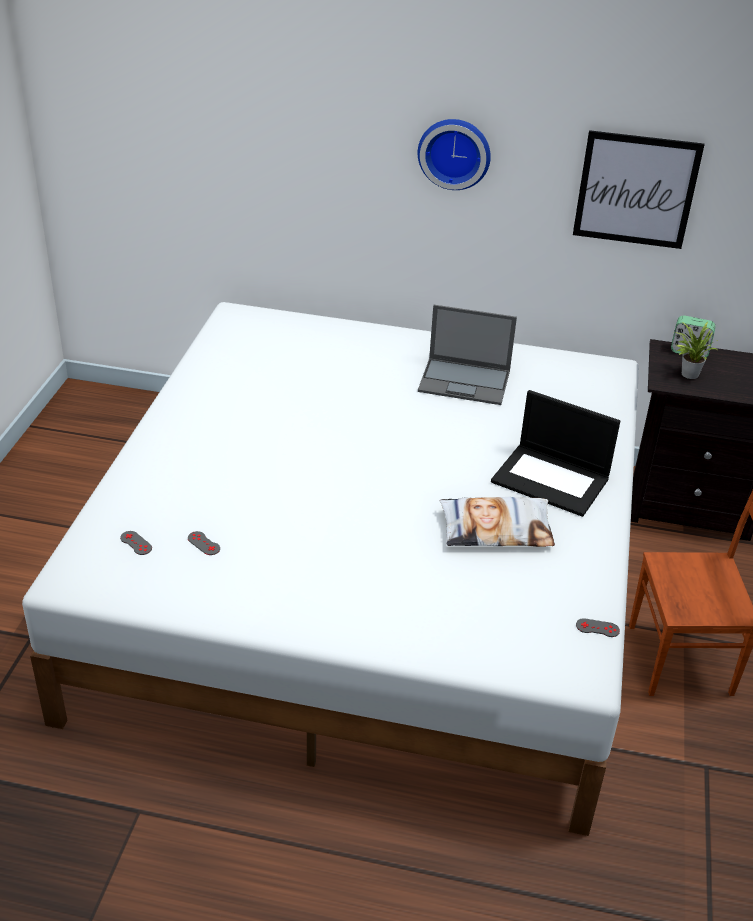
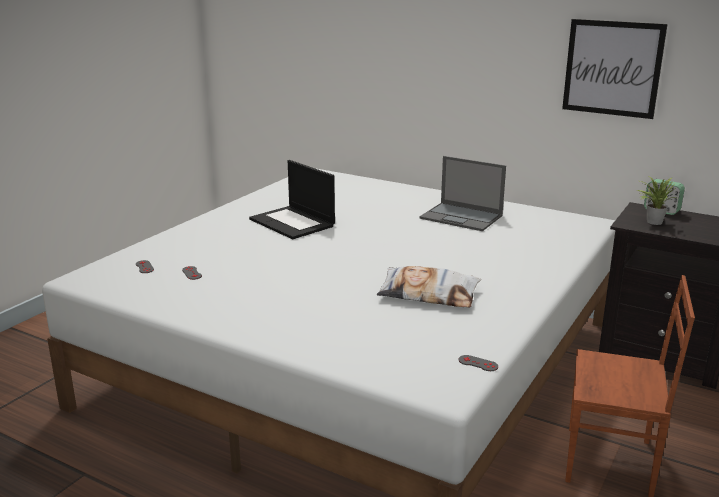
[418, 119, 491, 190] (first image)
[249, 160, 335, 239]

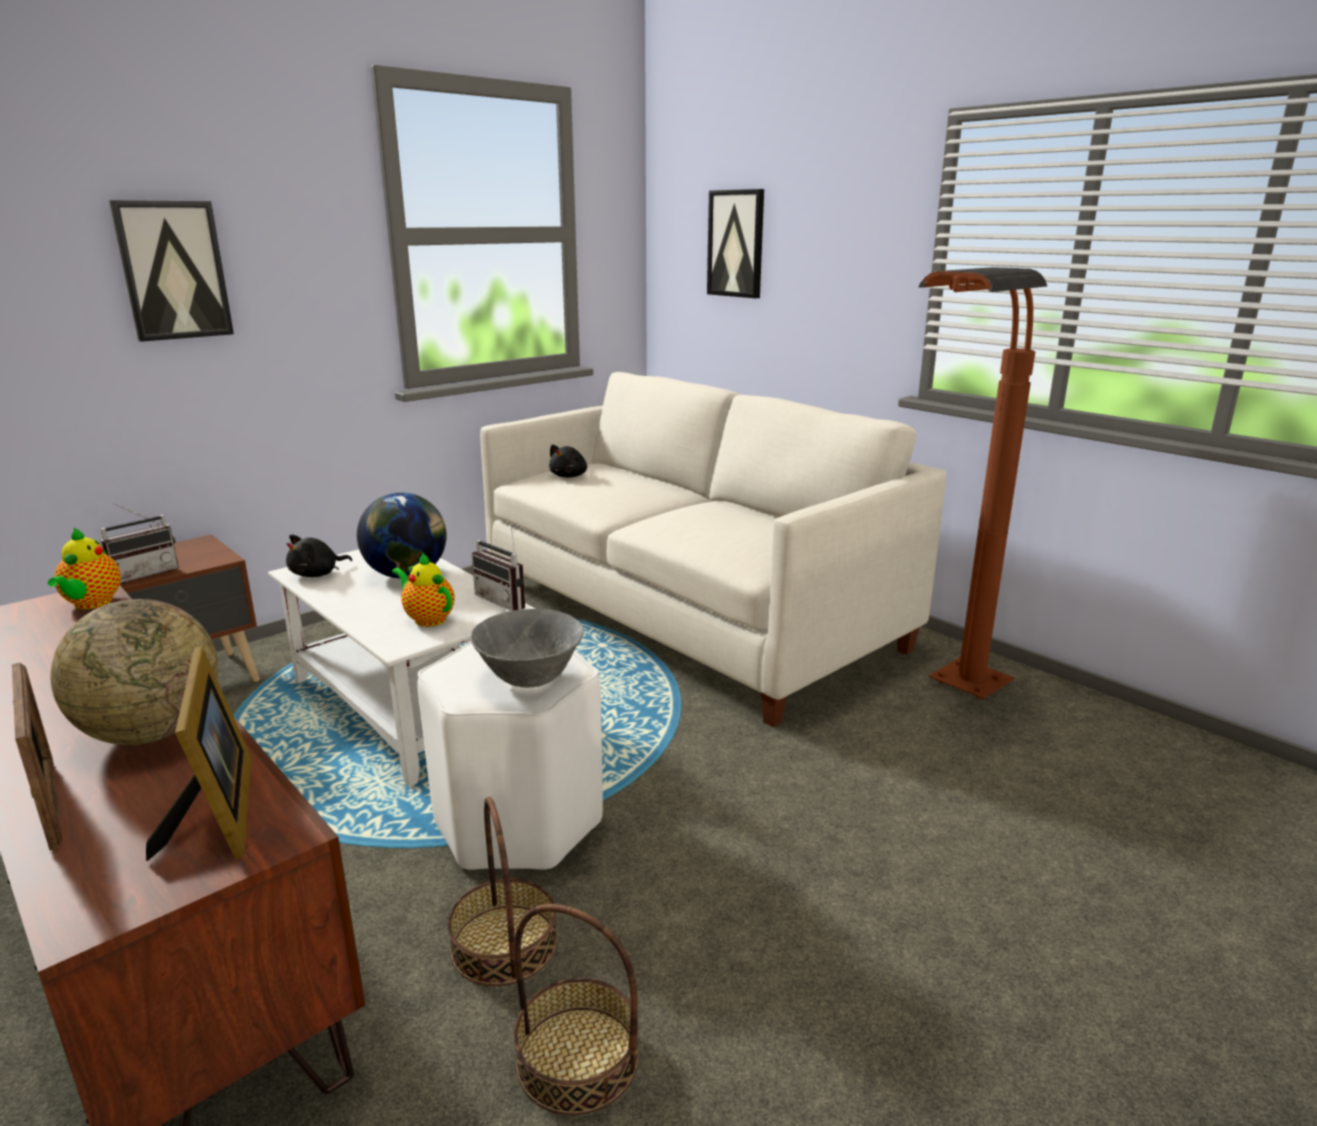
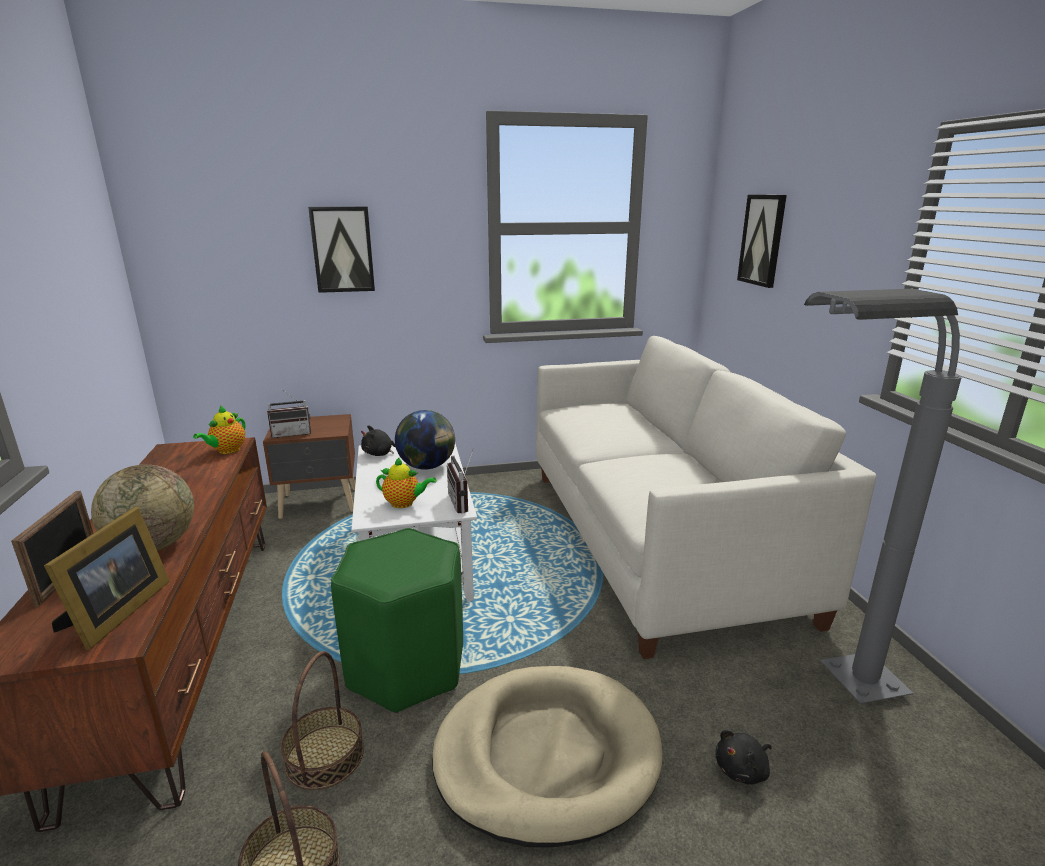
[470, 609, 584, 688] (first image)
[432, 666, 662, 847]
[715, 730, 772, 785]
[331, 528, 463, 713]
[804, 289, 962, 704]
[376, 457, 437, 508]

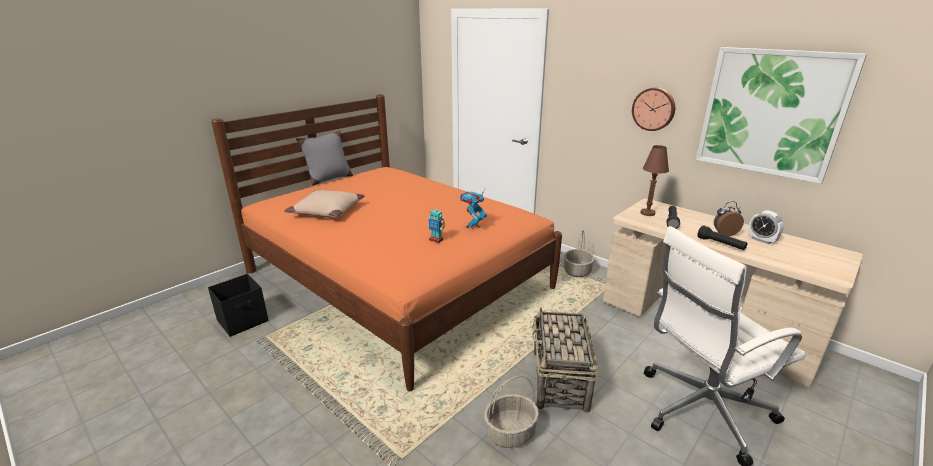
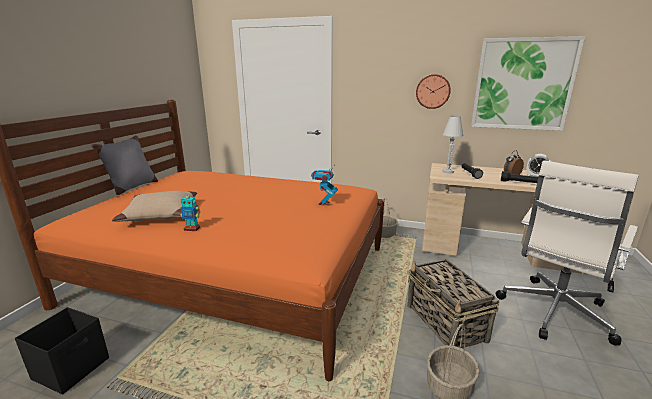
[180, 193, 201, 231]
[443, 116, 463, 173]

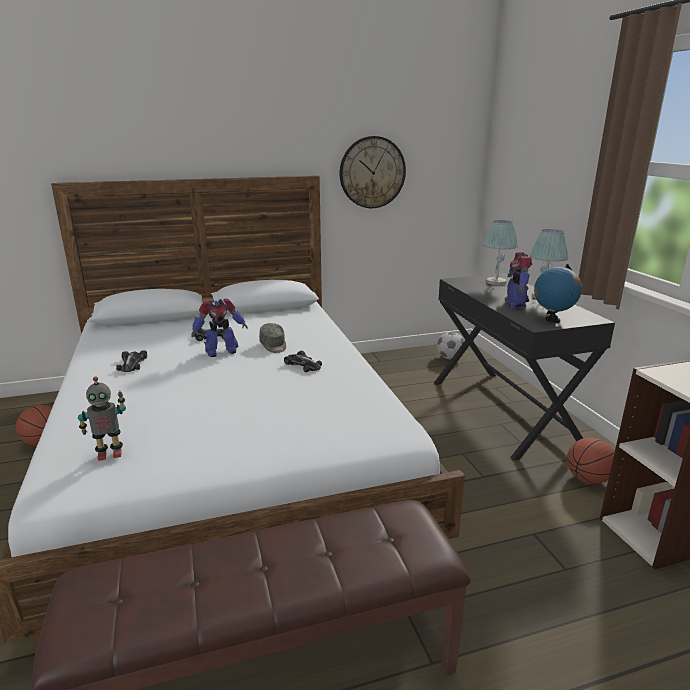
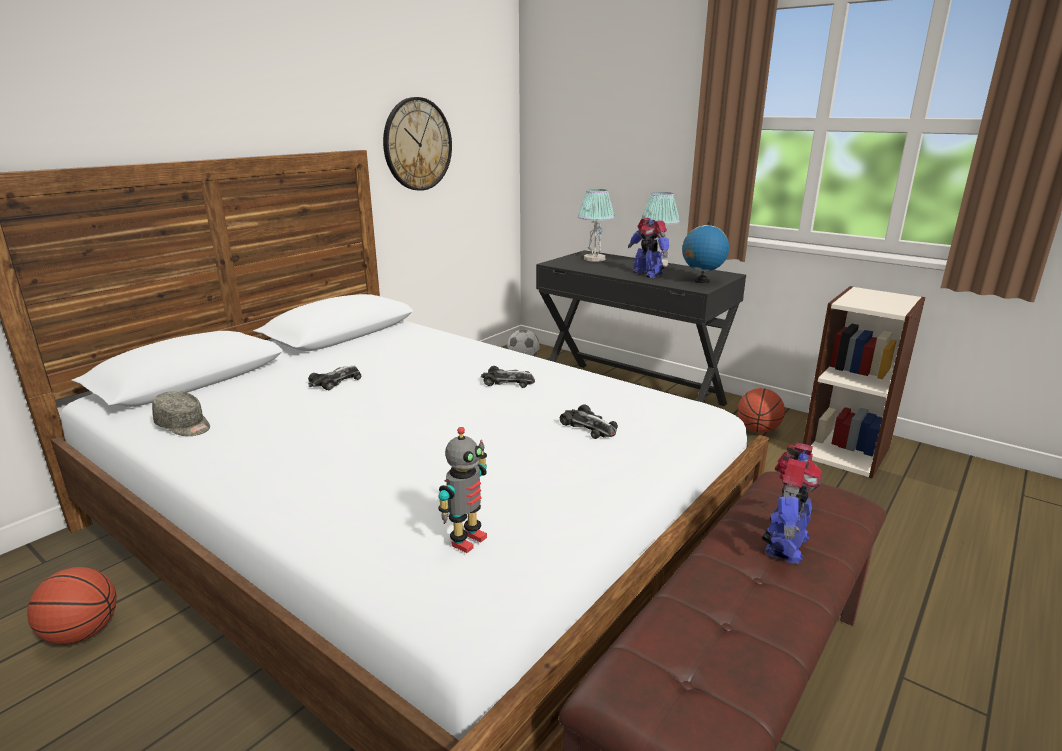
[560, 404, 618, 439]
[762, 443, 822, 564]
[152, 391, 210, 436]

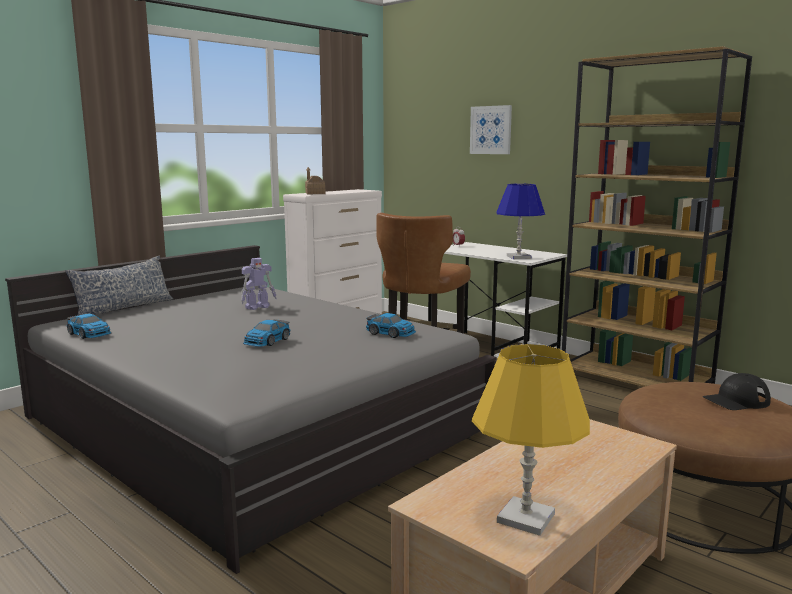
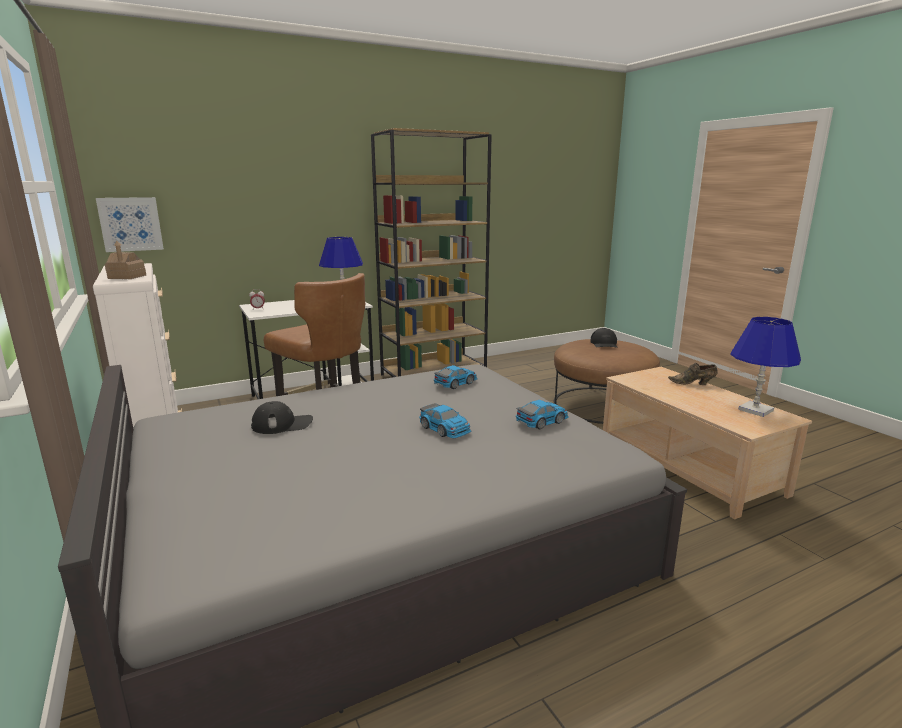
[65, 256, 173, 315] (first image)
[668, 363, 718, 385]
[516, 400, 569, 429]
[96, 197, 164, 252]
[251, 401, 313, 434]
[730, 317, 801, 417]

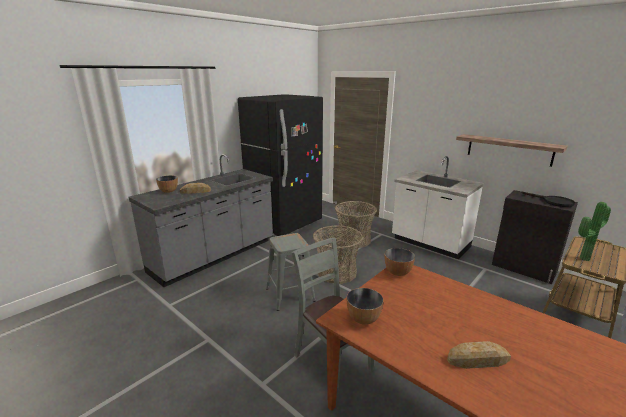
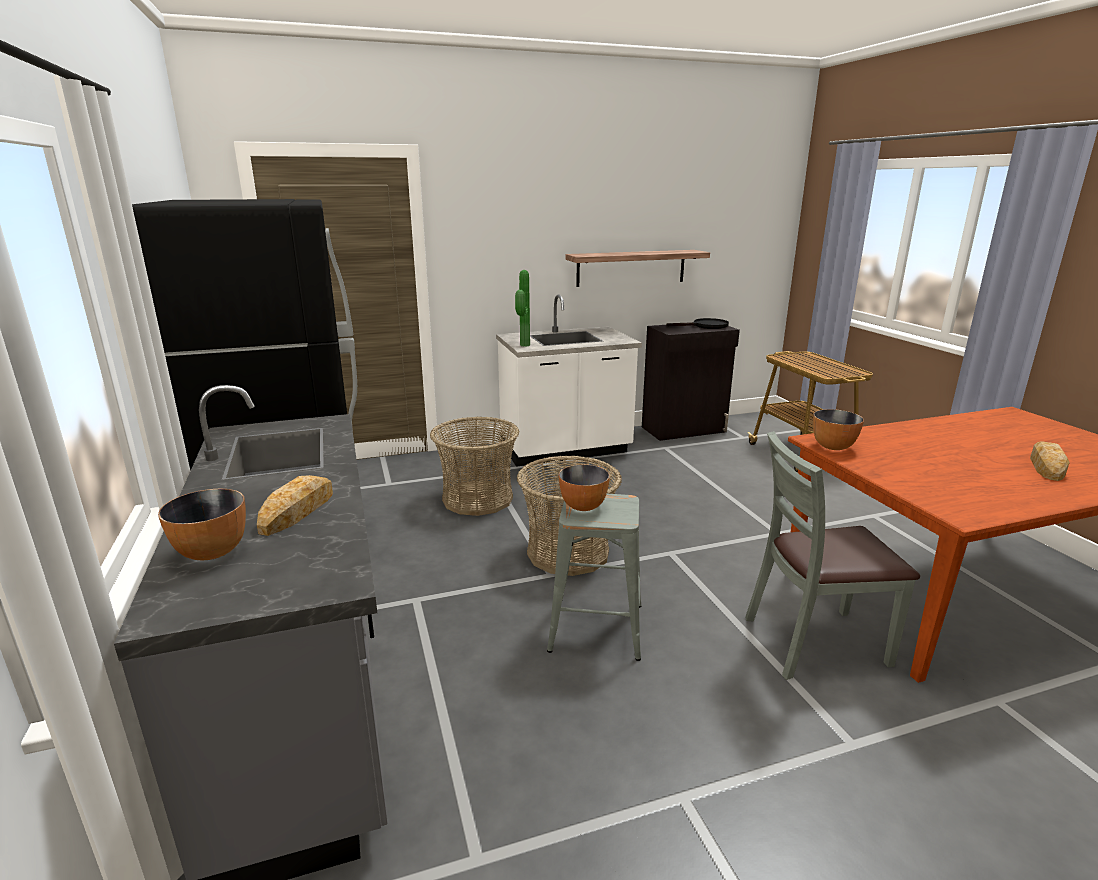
[559, 465, 610, 511]
[515, 270, 530, 346]

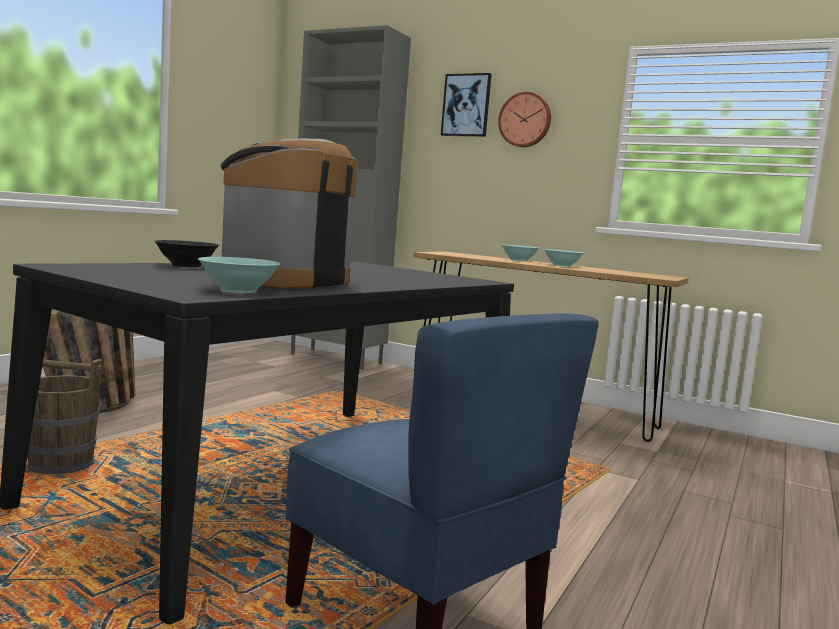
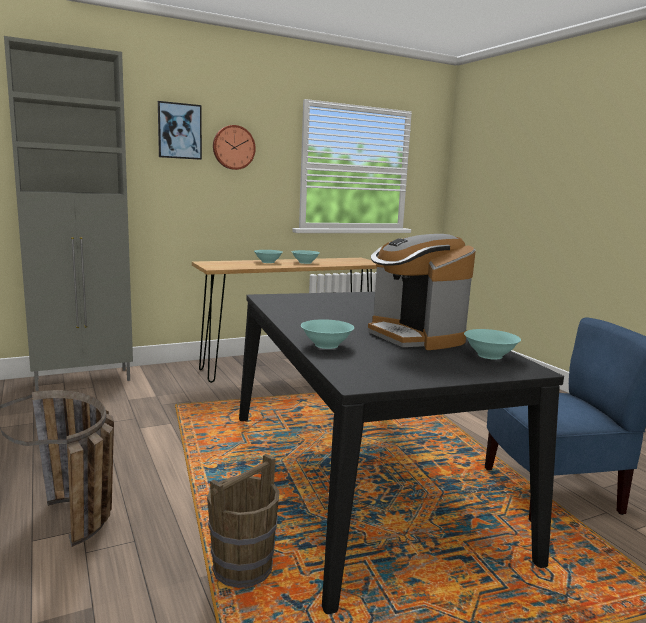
[301, 319, 354, 349]

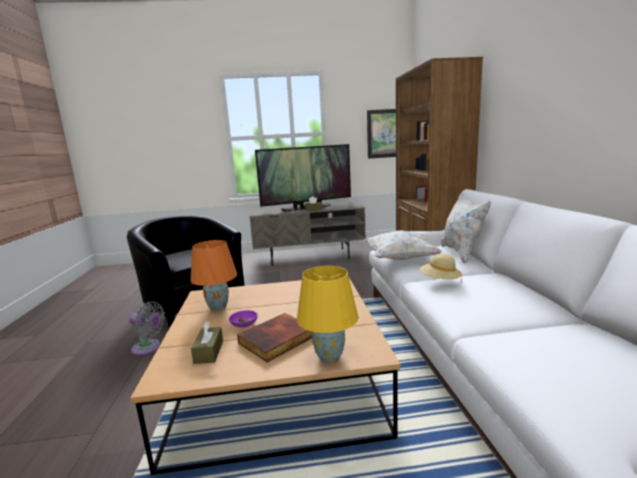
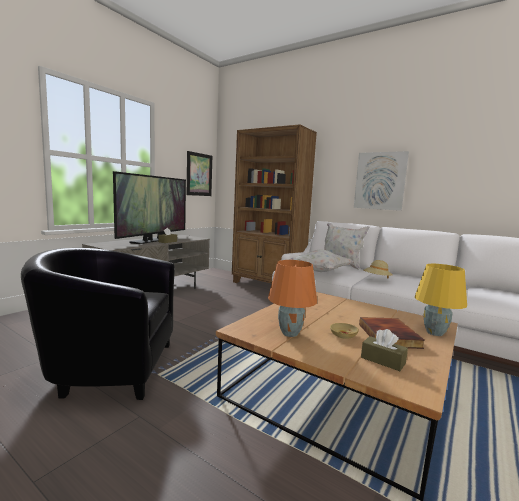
[129, 301, 166, 355] (first image)
[354, 151, 409, 211]
[330, 323, 359, 339]

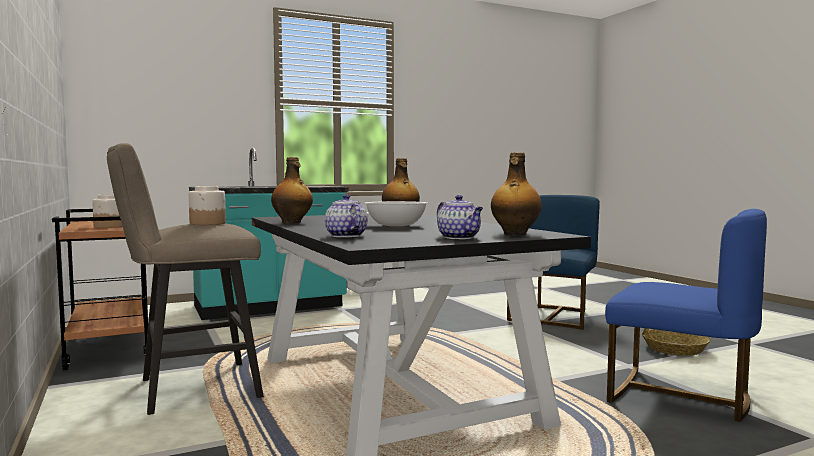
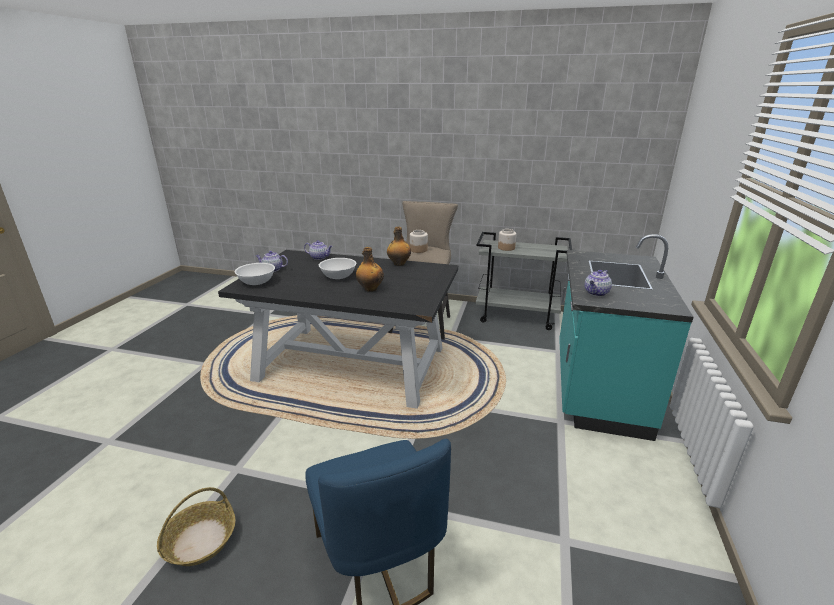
[605, 209, 767, 422] (first image)
[585, 270, 612, 296]
[234, 263, 275, 285]
[476, 232, 572, 330]

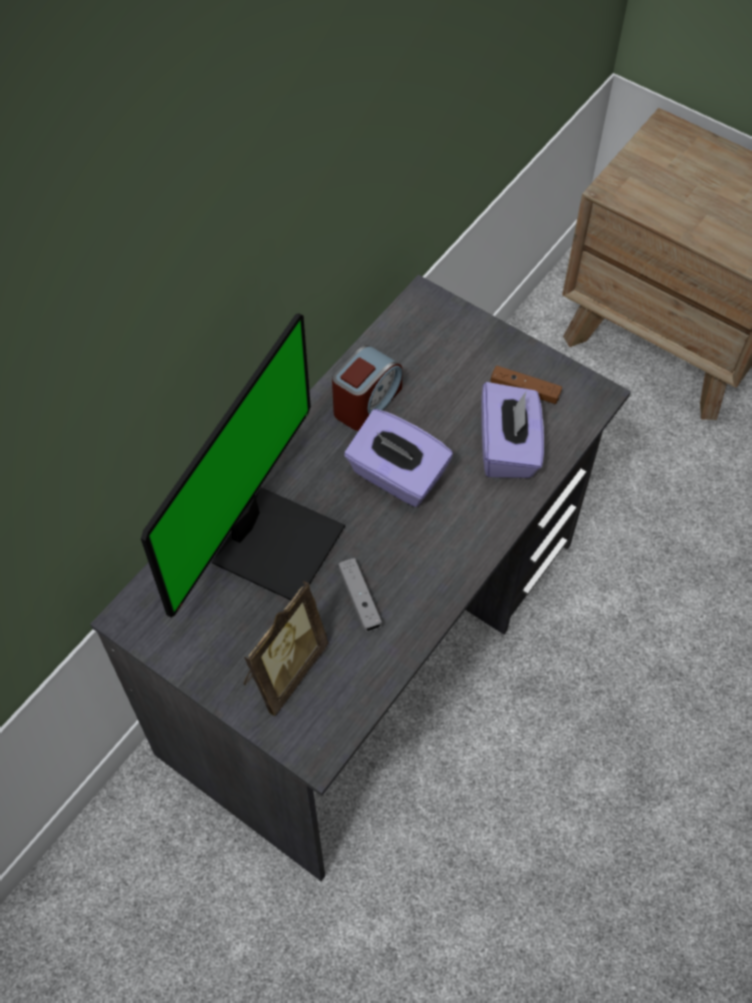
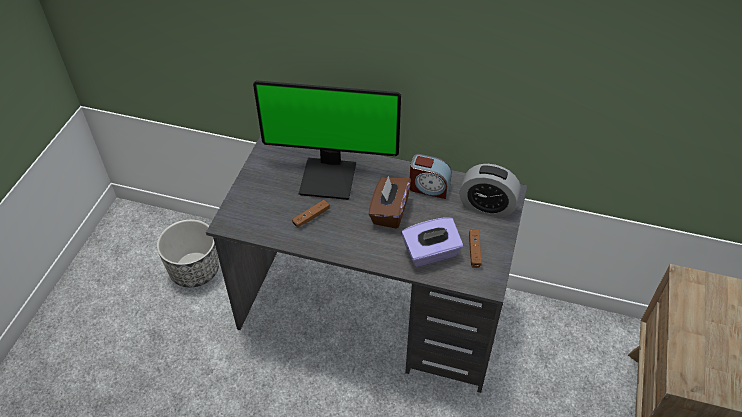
[244, 581, 328, 716] (first image)
[157, 219, 219, 288]
[459, 164, 521, 218]
[292, 200, 330, 228]
[369, 176, 411, 229]

